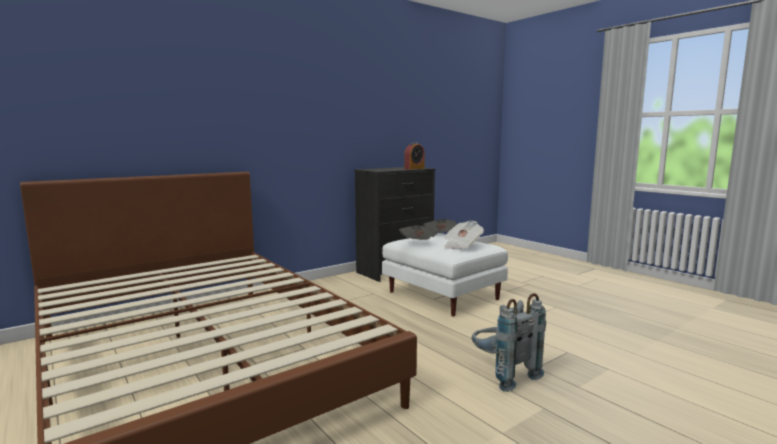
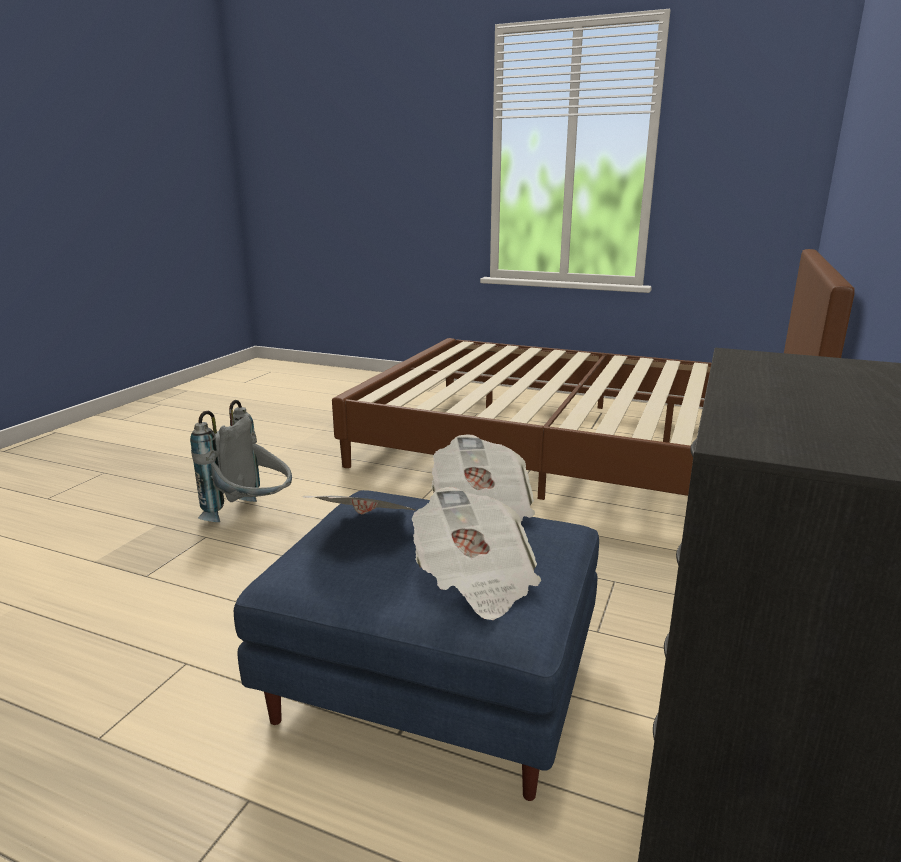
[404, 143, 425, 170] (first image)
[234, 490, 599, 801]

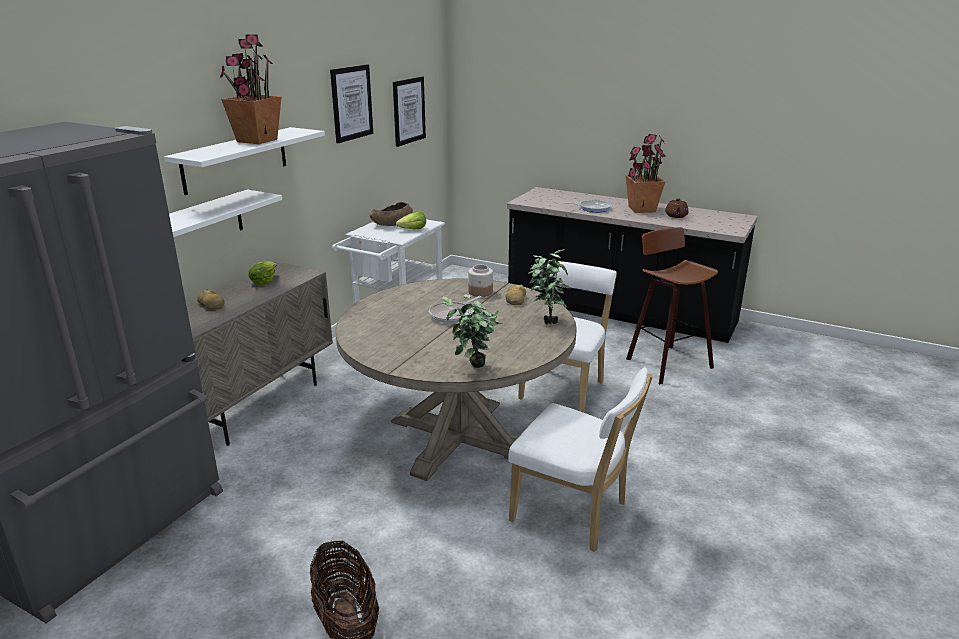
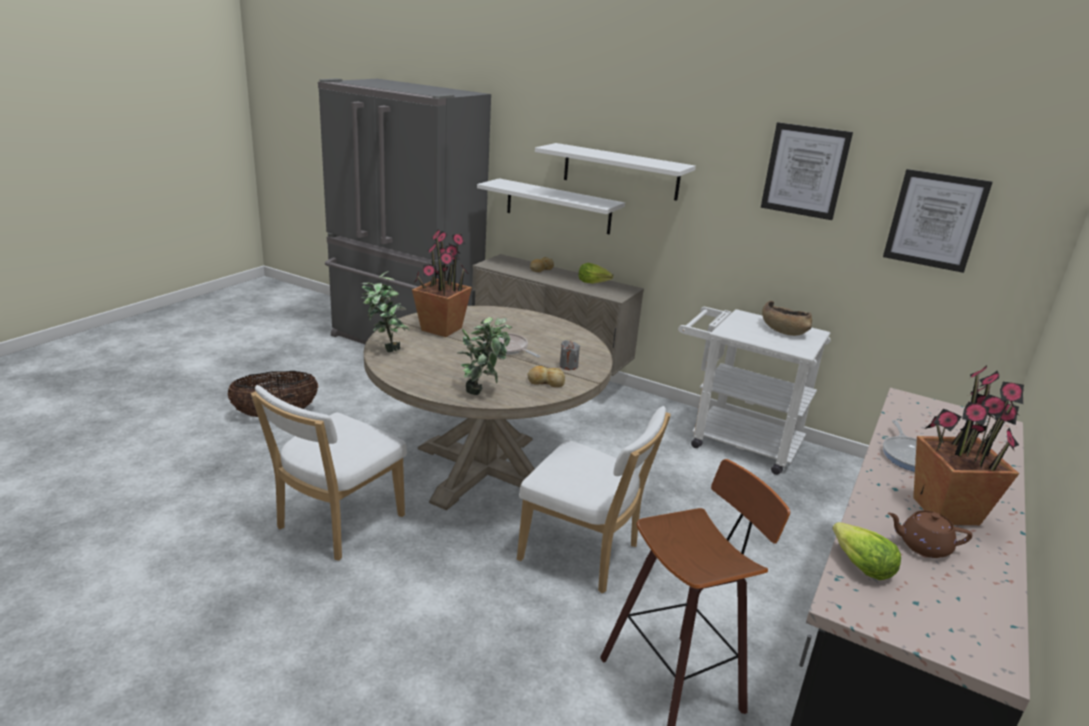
[412, 229, 472, 337]
[832, 522, 901, 580]
[559, 340, 580, 370]

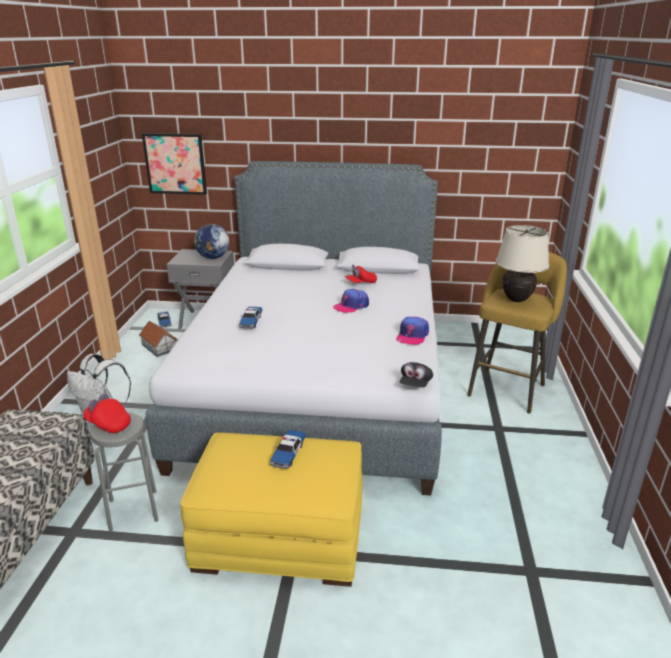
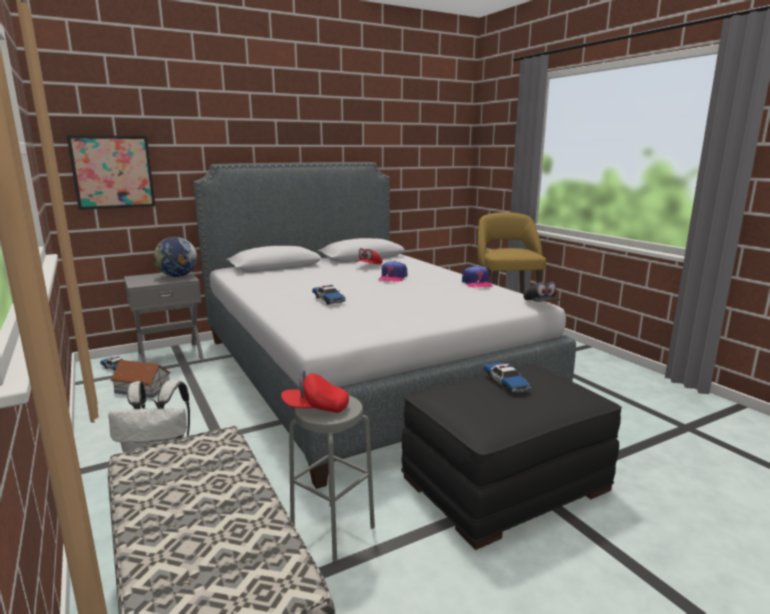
[496, 225, 549, 302] (first image)
[401, 365, 622, 550]

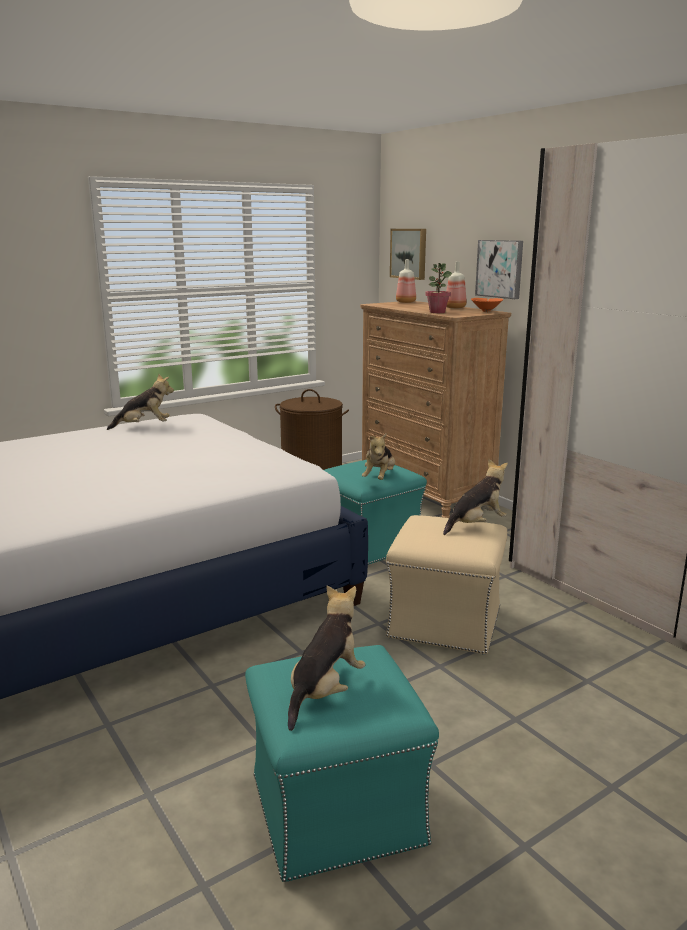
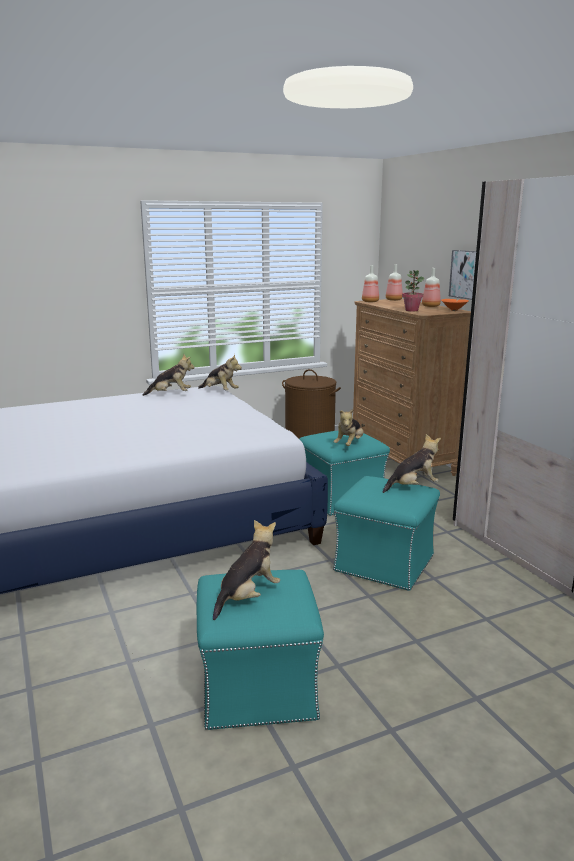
[390, 229, 426, 280] (first image)
[198, 354, 242, 390]
[362, 265, 379, 302]
[333, 476, 440, 591]

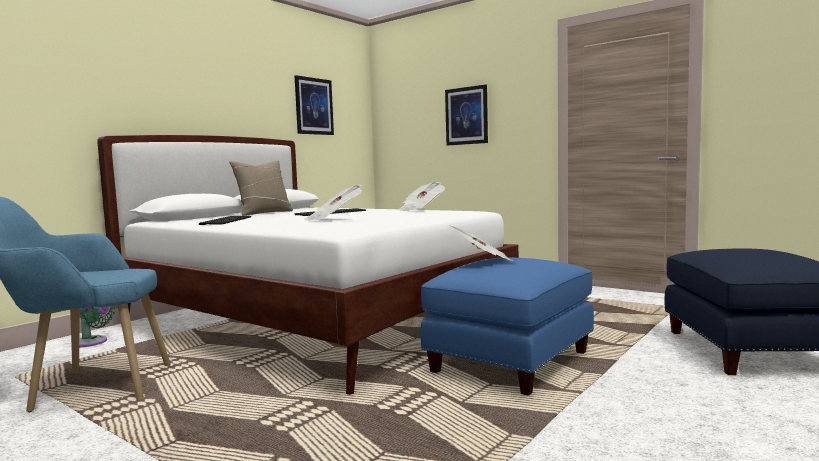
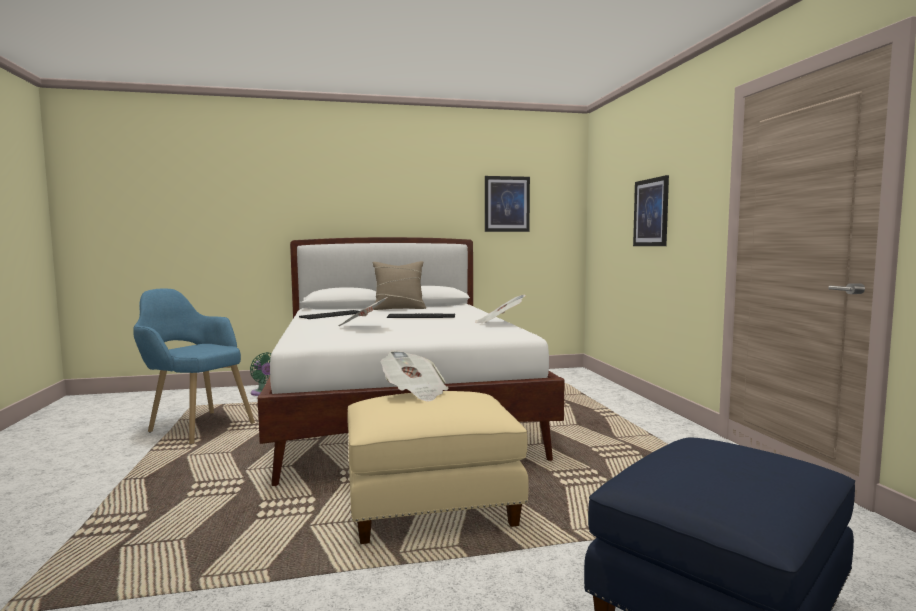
[347, 391, 529, 544]

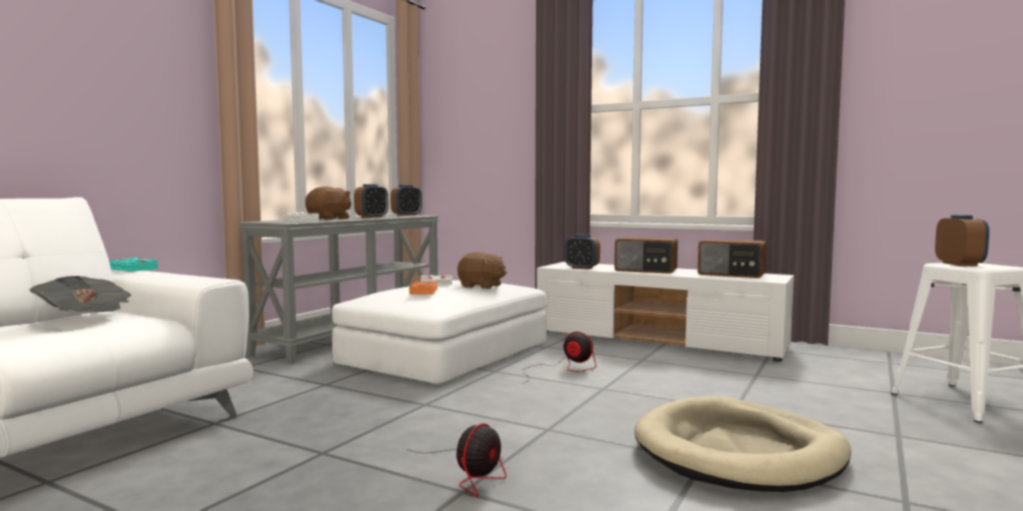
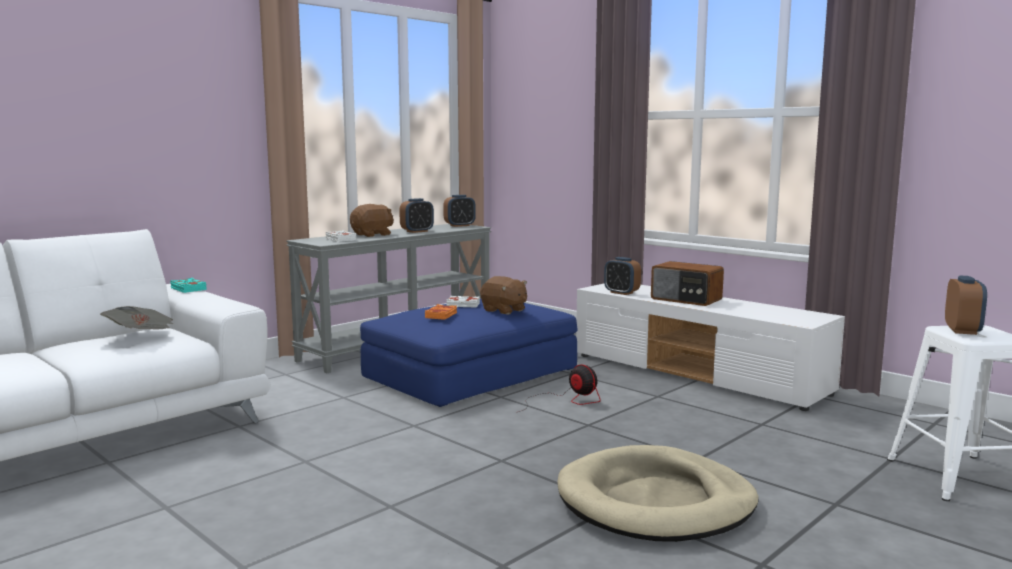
[409, 423, 506, 498] (first image)
[698, 239, 767, 278] (first image)
[360, 299, 578, 407]

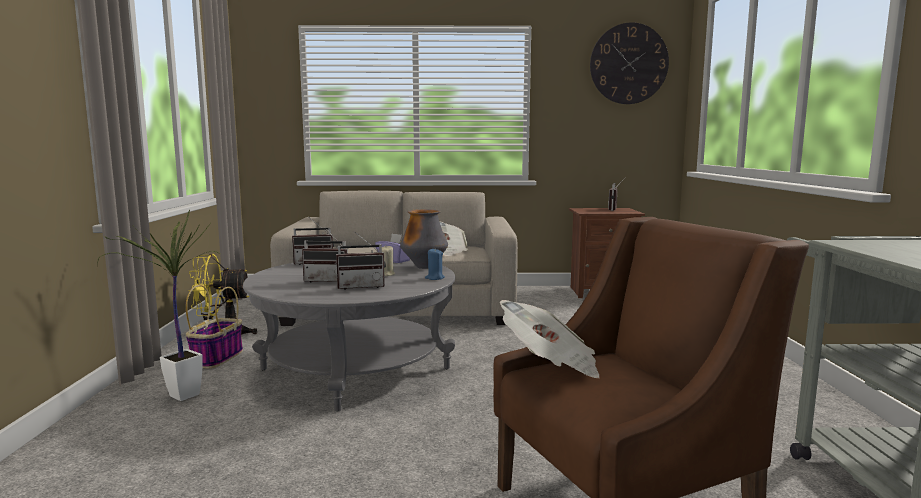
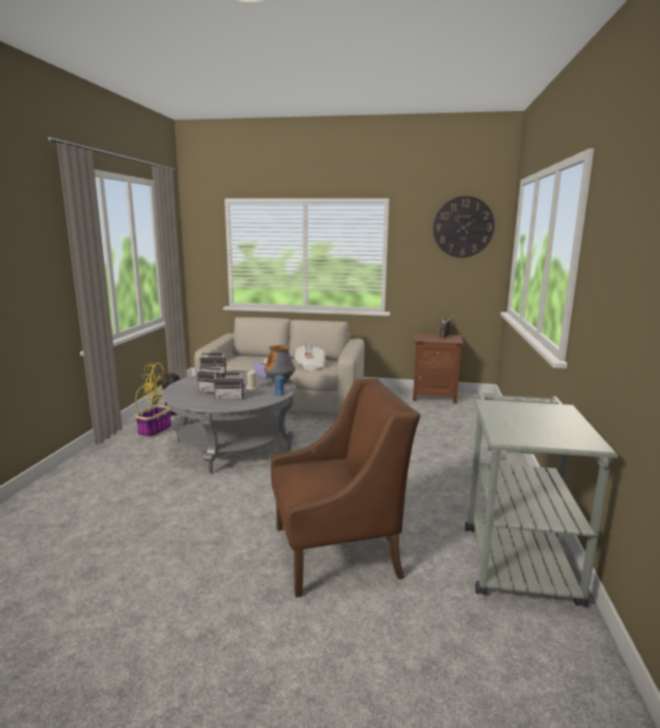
[98, 209, 222, 401] (first image)
[500, 300, 599, 378] (first image)

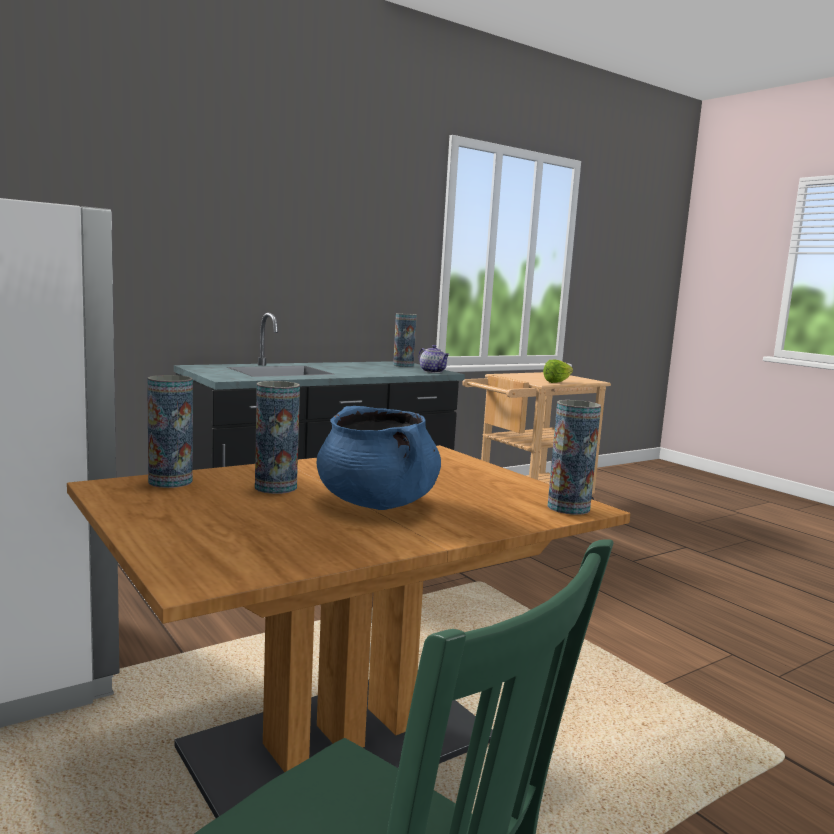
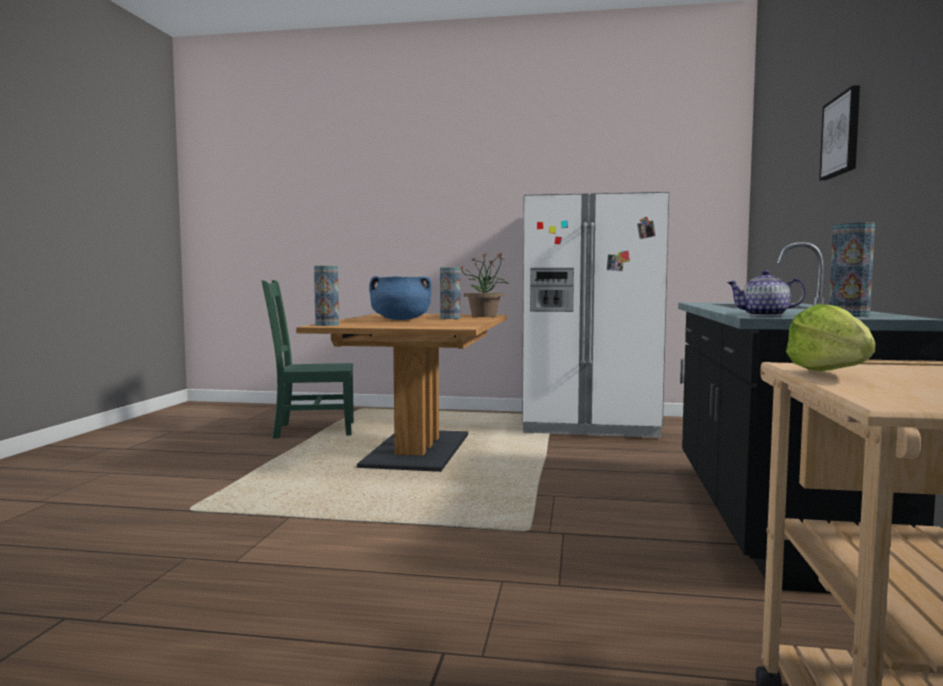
[819, 85, 860, 180]
[460, 252, 509, 317]

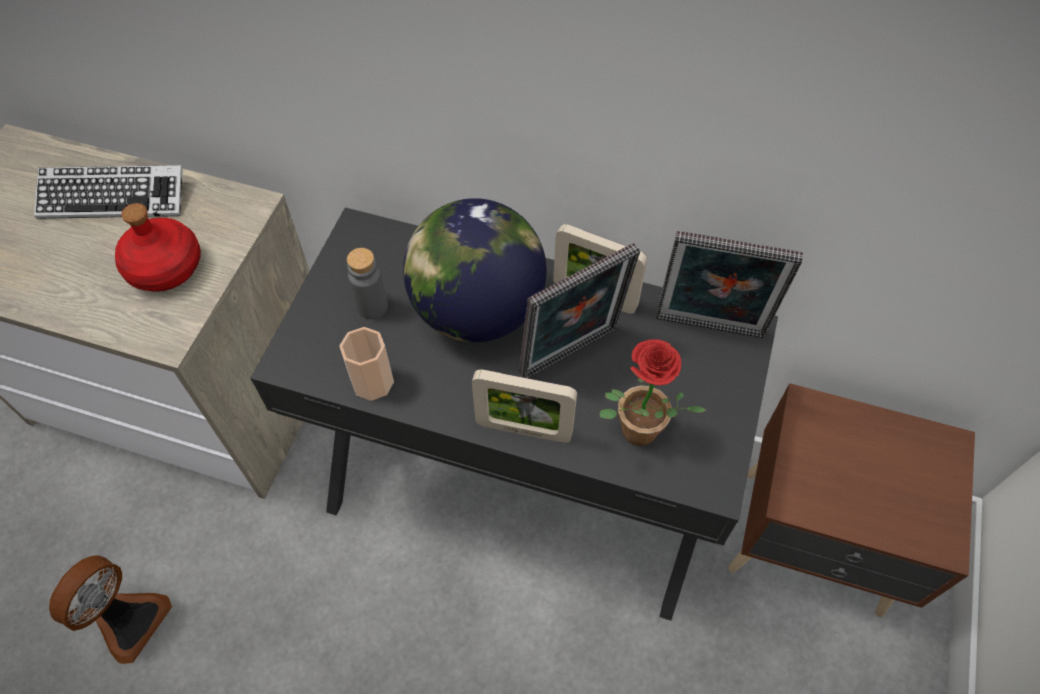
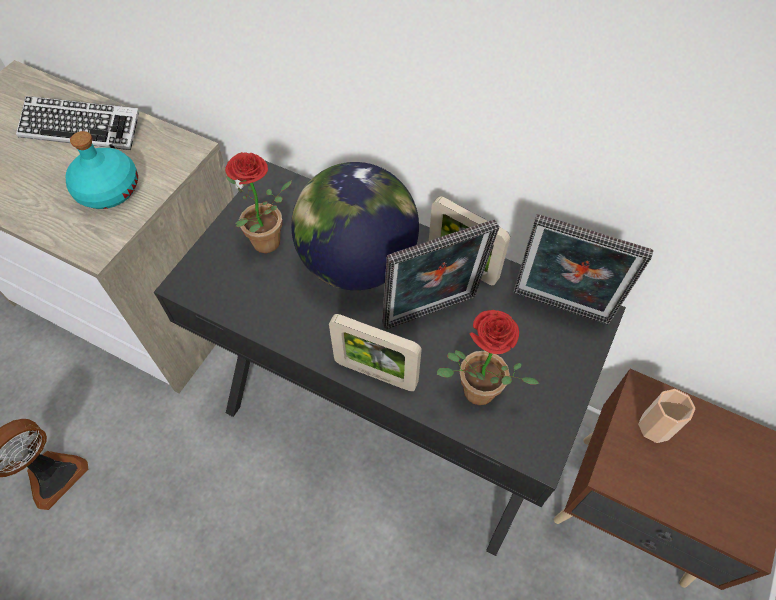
[638, 389, 695, 443]
[225, 152, 292, 253]
[66, 131, 138, 209]

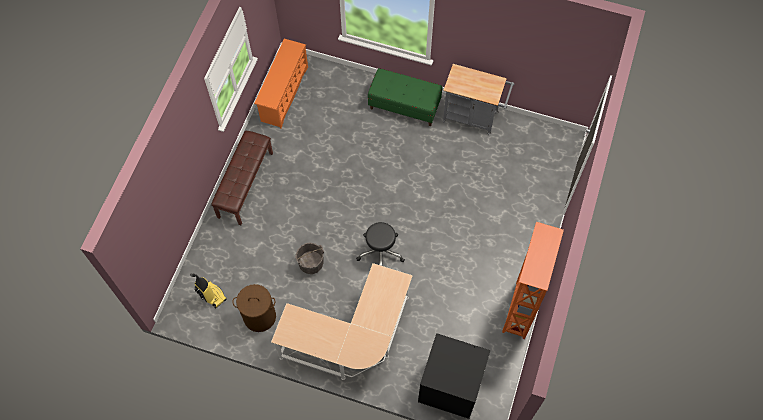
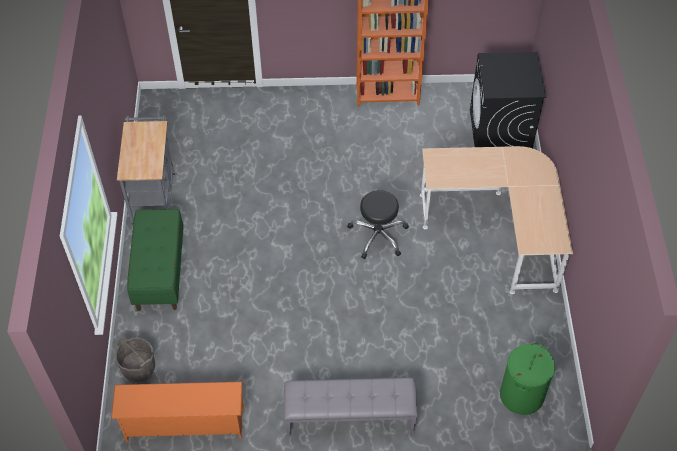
[232, 284, 276, 332] (first image)
[115, 336, 155, 382]
[500, 342, 555, 415]
[284, 378, 418, 438]

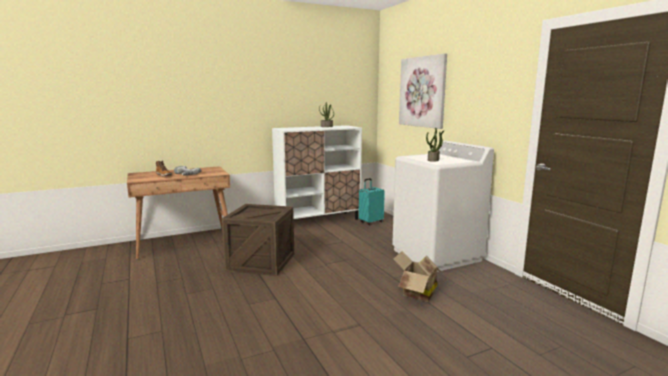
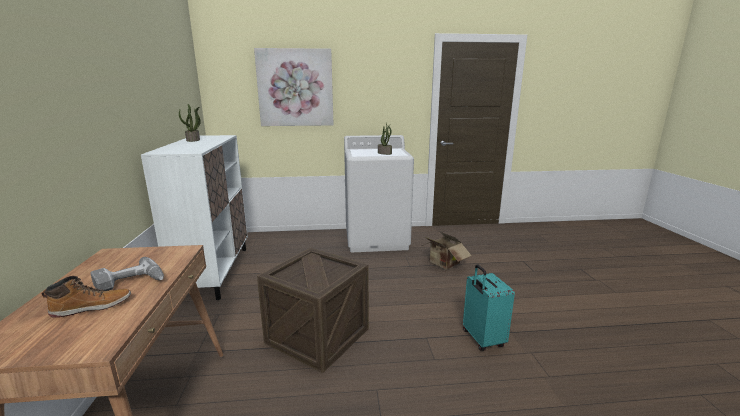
[463, 264, 515, 351]

